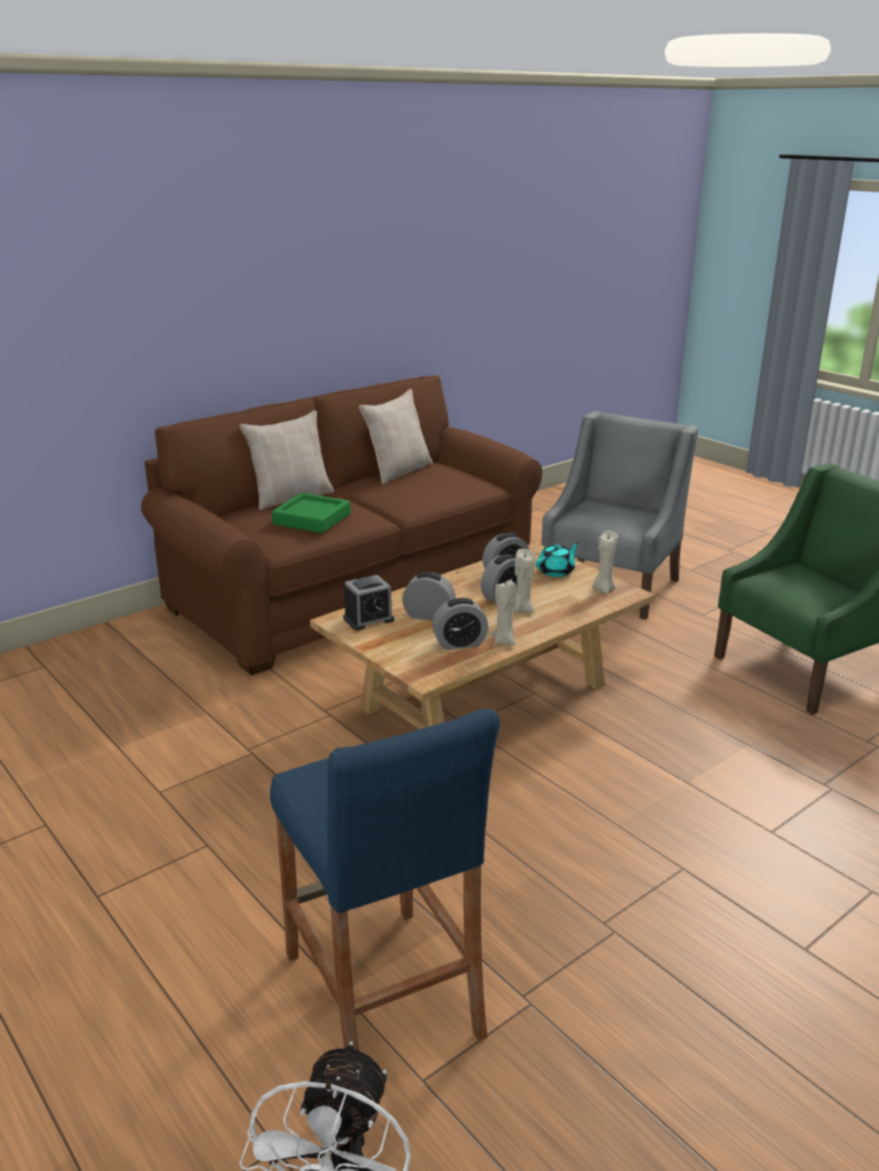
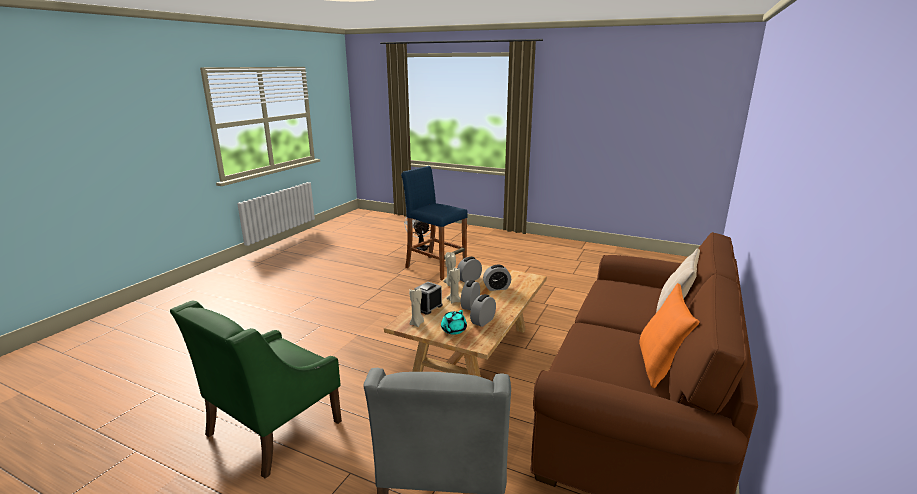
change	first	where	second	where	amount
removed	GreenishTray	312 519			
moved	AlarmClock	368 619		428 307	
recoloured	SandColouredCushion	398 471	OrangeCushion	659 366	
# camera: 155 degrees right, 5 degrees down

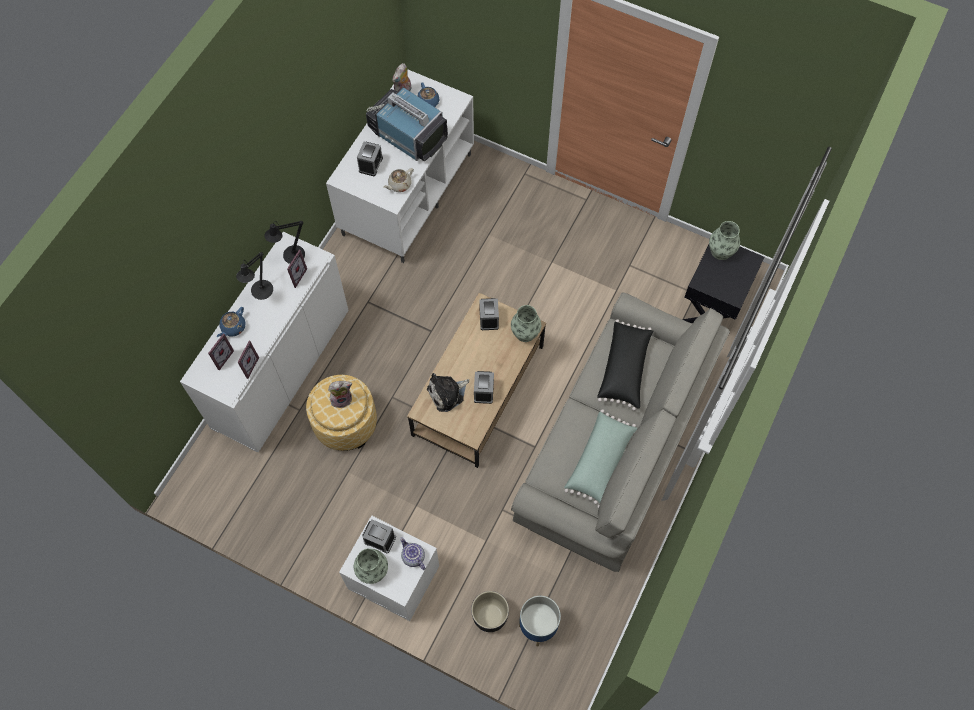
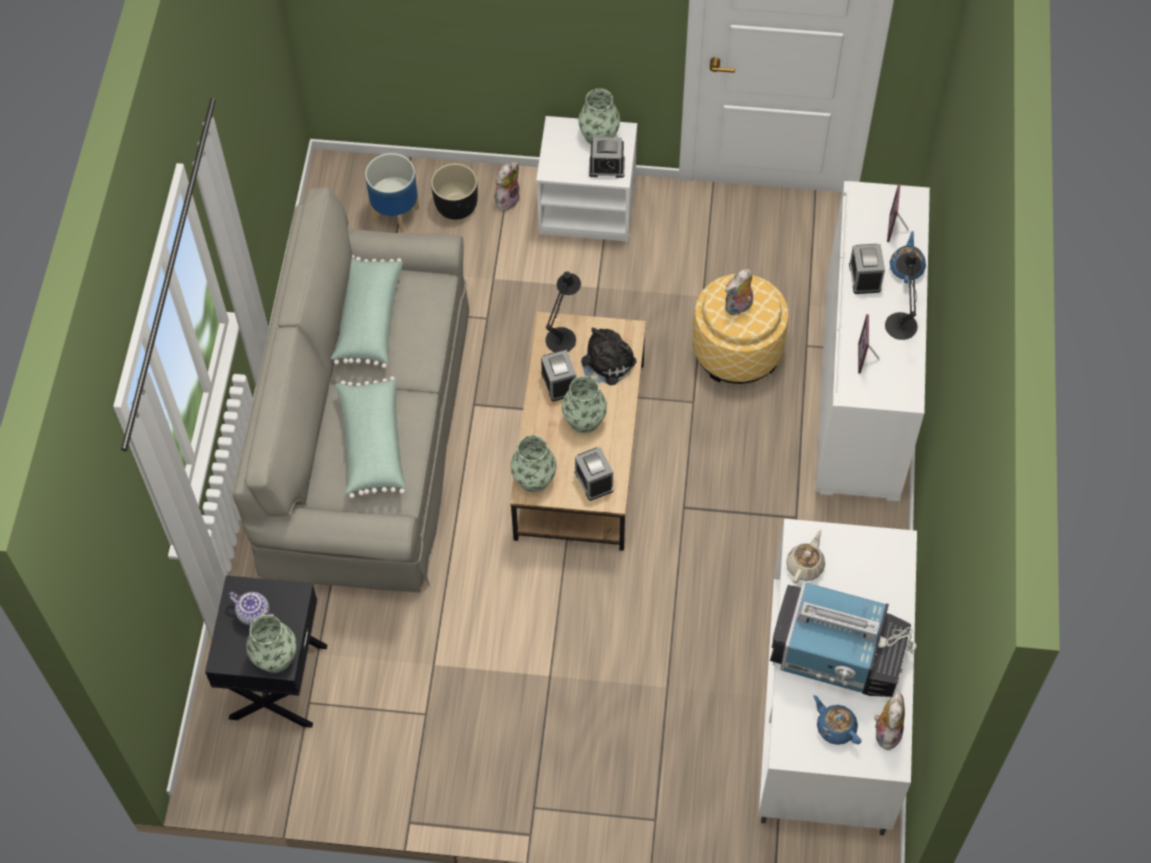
change	first	where	second	where	amount
removed	PictureFrame	247 365			
moved	BlackishTableLamp	291 256		563 336	
moved	AlarmClock	370 164		864 277	
moved	TeaPot	412 557		255 614	
recoloured	BlackishCushion	625 369	GreenishCushion	371 444	
added			CuddlyToy	507 199	
added			FlowerVase	584 420	
# camera: 160 degrees right, 5 degrees down

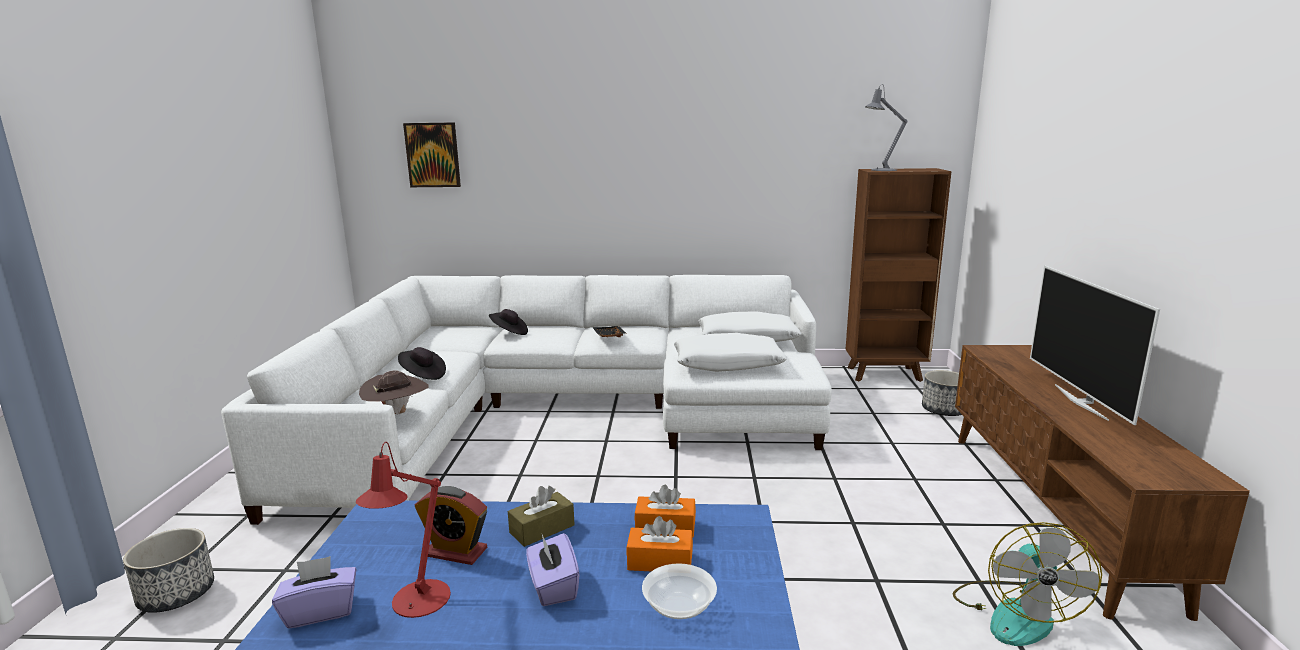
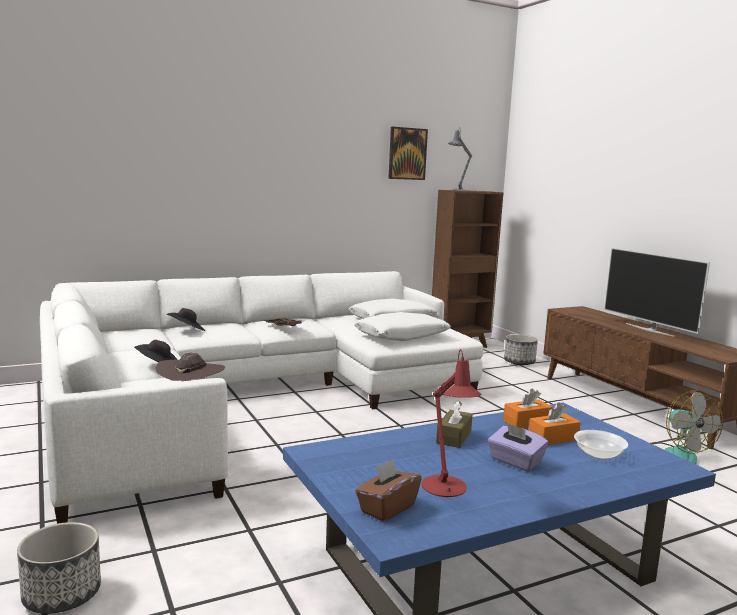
change	first	where	second	where	amount
recoloured	PurpleColouredTissueHolder	321 611	BrownTissueHolder	387 508	
moved	WallArt	433 155		407 153	
removed	AlarmClock	455 552			
# camera: 30 degrees left, 5 degrees down

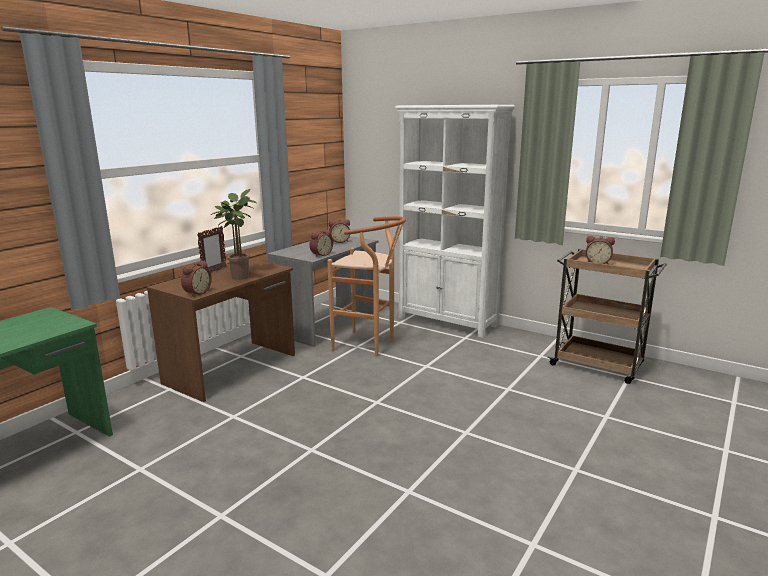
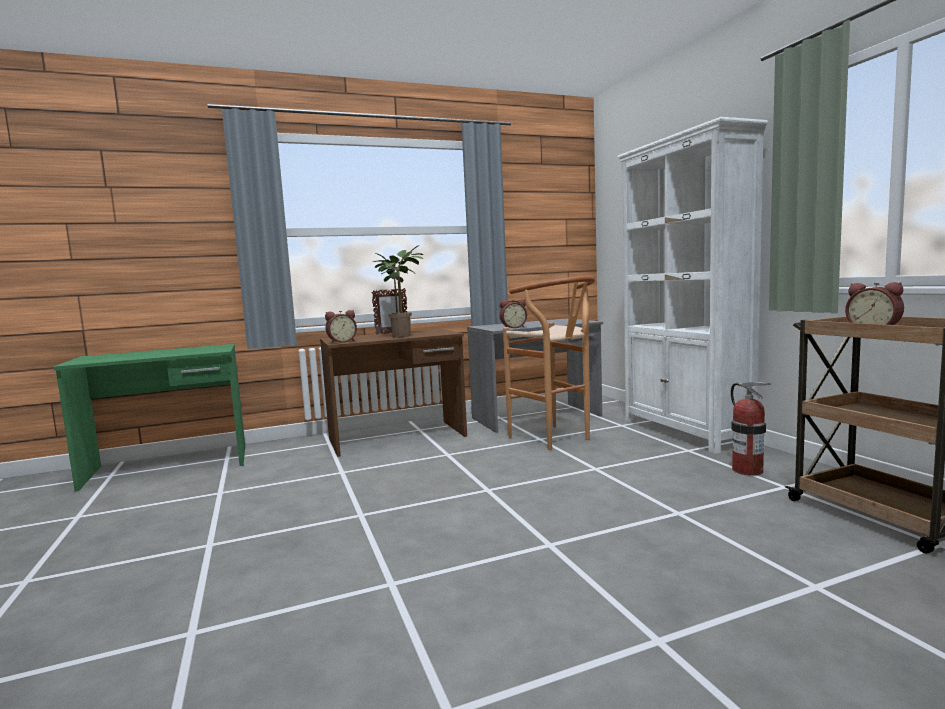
change	first	where	second	where	amount
removed	AlarmClock	339 241			
added			Extinguisher	747 470	
# camera: 35 degrees right, 10 degrees down

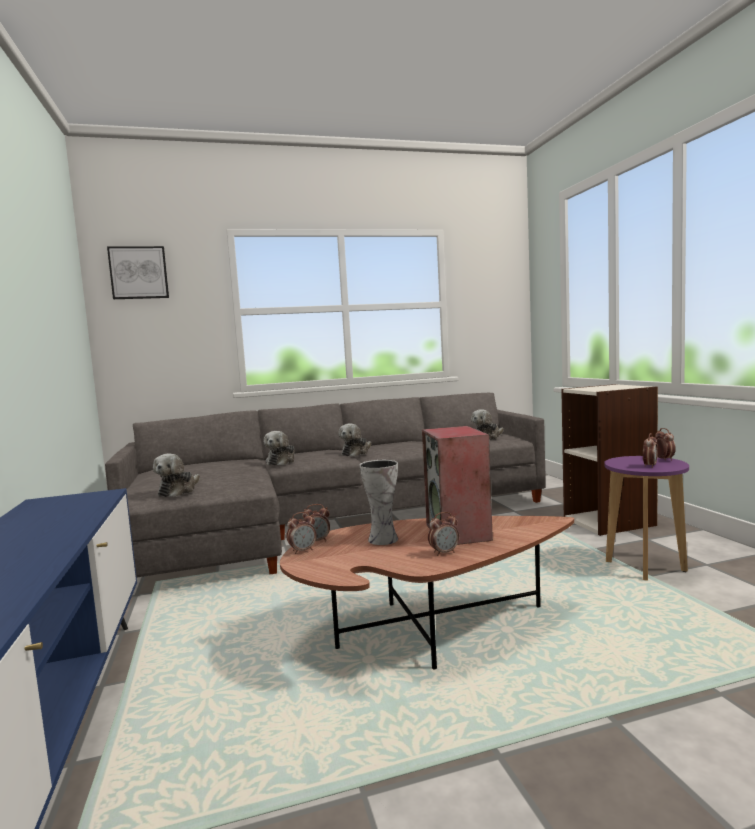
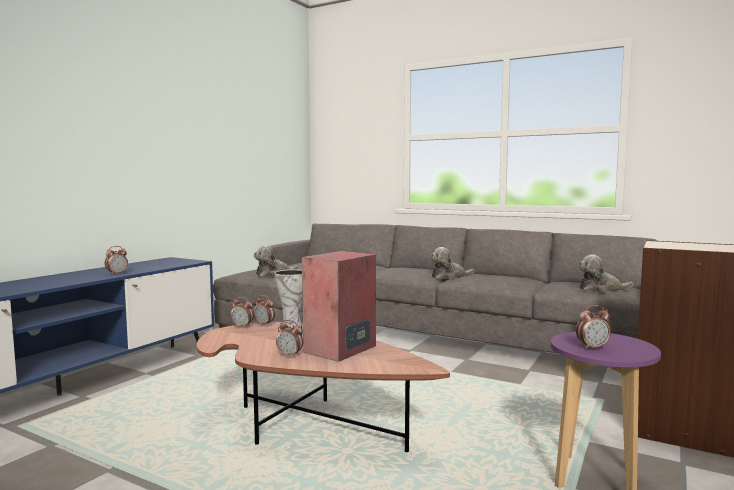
change	first	where	second	where	amount
removed	WallArt	139 273			
removed	CuddlyToy	281 461			
moved	AlarmClock	664 459		117 274	
# camera: 45 degrees right, 0 degrees up

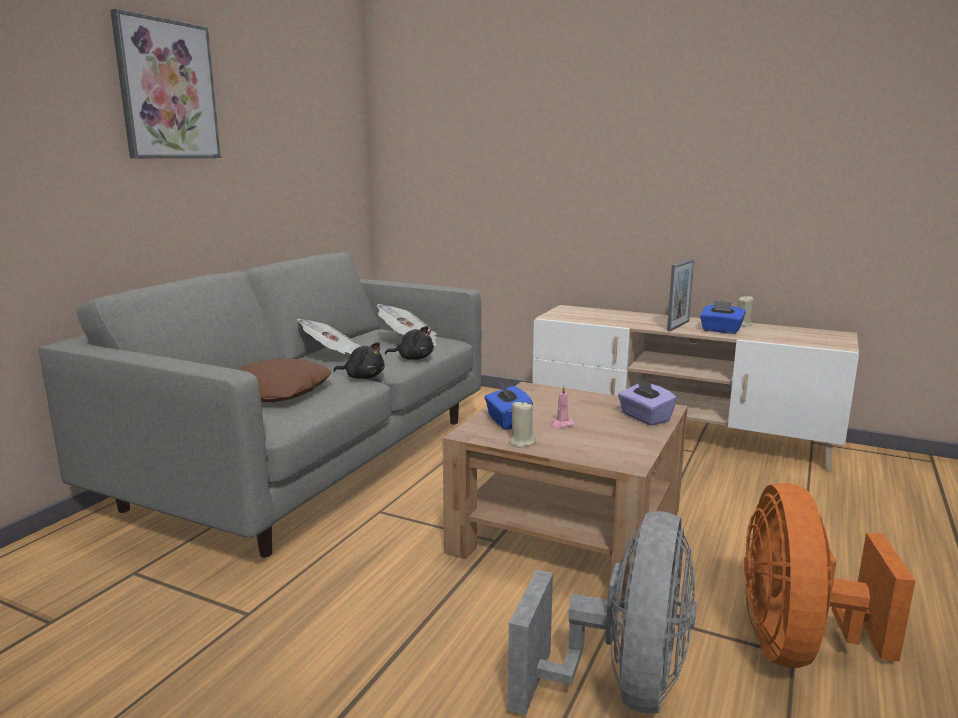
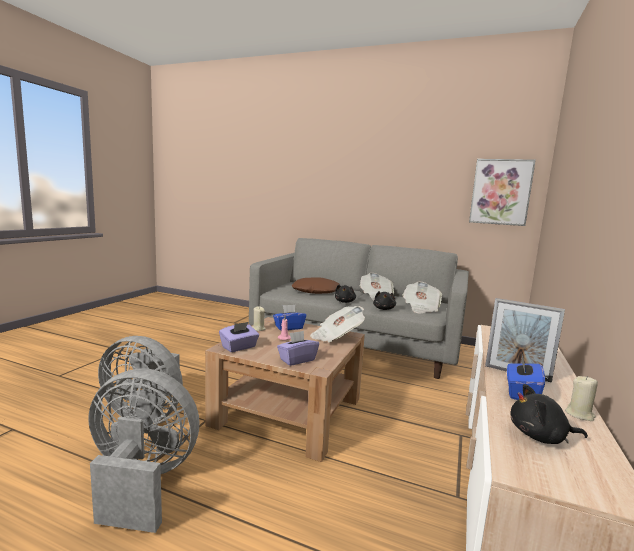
change	first	where	second	where	amount
moved	WallArt	167 90		500 192	
recoloured	OrangeElectricFan	797 645	GrayElectricFan	142 481	
added			PurpleColouredTissueHolder	239 347	
added			Newspaper	336 337	
added			BlackishCuddlyToy	540 437	
# camera: 85 degrees right, 5 degrees down

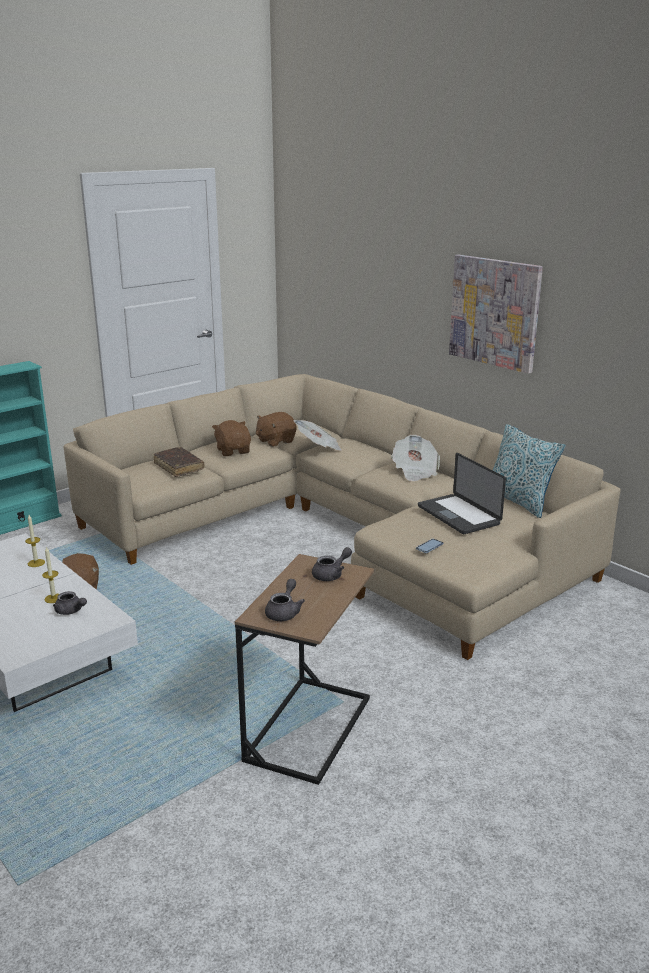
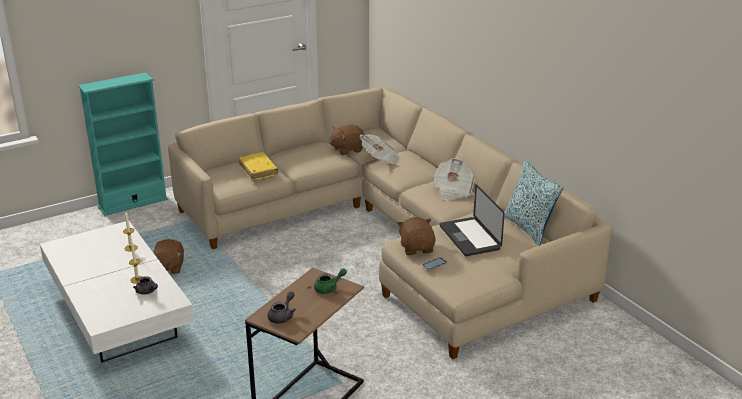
change	first	where	second	where	amount
recoloured	BrownBook	179 467	YellowishBook	258 170	
moved	BrownCuddlyToy	233 451		417 248	
recoloured	GrayTeaPot	331 575	GreenishTeaPot	329 288	
removed	WallArt	495 312			
# camera: 10 degrees right, 5 degrees up

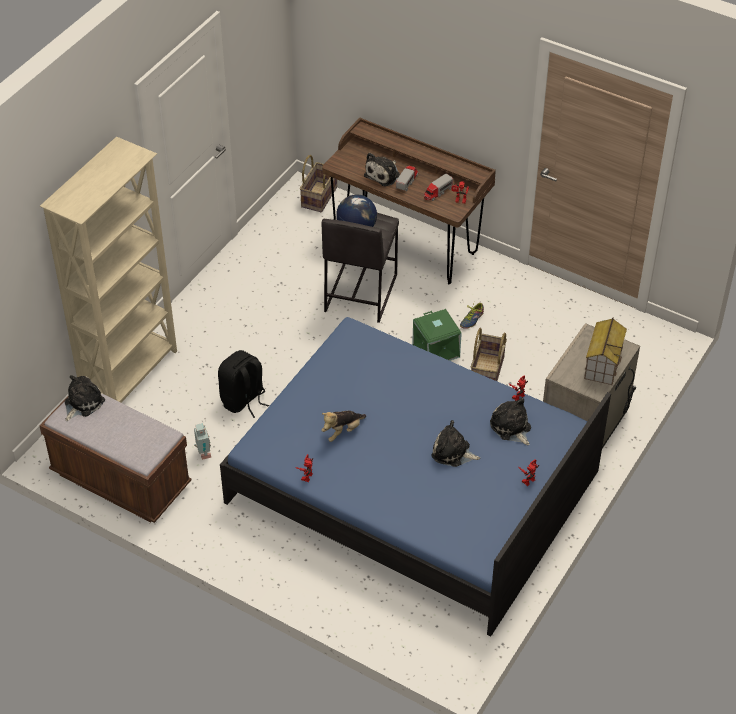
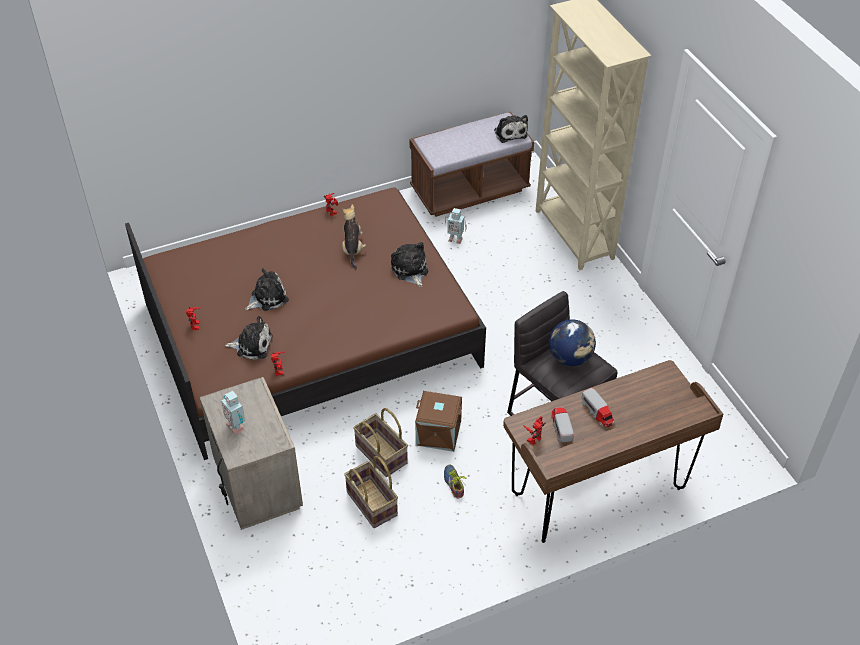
change	first	where	second	where	amount
removed	BlackishKnapsack	243 400			
recoloured	BlueColouredBed	413 487	BrownBed	310 335	
moved	Basket	318 196		373 503	
moved	CuddlyToy	383 174		410 270	
recoloured	GreenishStorageBox	437 350	BrownStorageBox	438 433	
replaced	ModelHouse	602 364	RobotFigure	236 426	
# camera: 125 degrees right, 0 degrees up

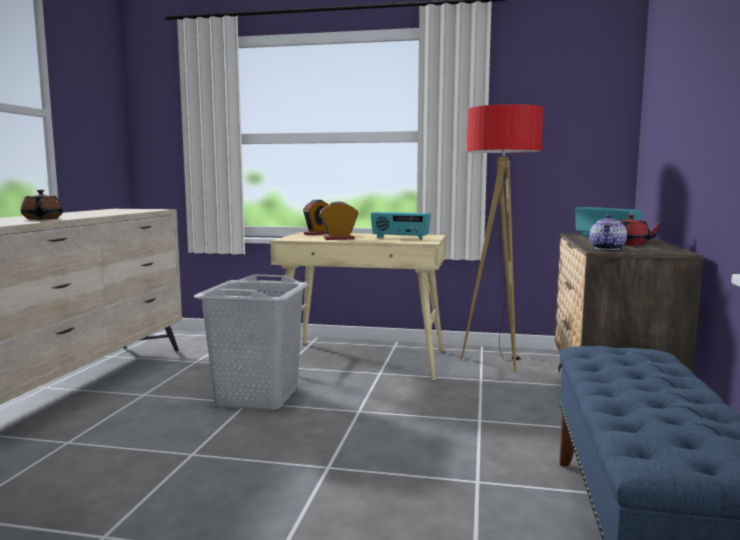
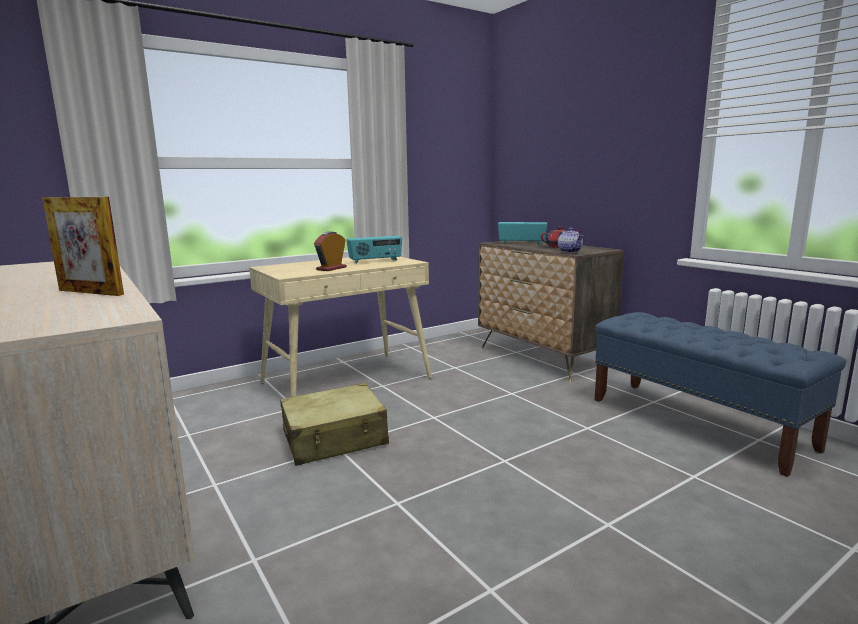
change	first	where	second	where	amount
replaced	BrownTeaPot	42 219	PictureFrame	90 292	
replaced	GrayHamper	258 397	SandColouredTravelCase	335 439	
removed	AlarmClock	317 234			
removed	FloorLamp	496 361			
# camera: 45 degrees left, 5 degrees up

